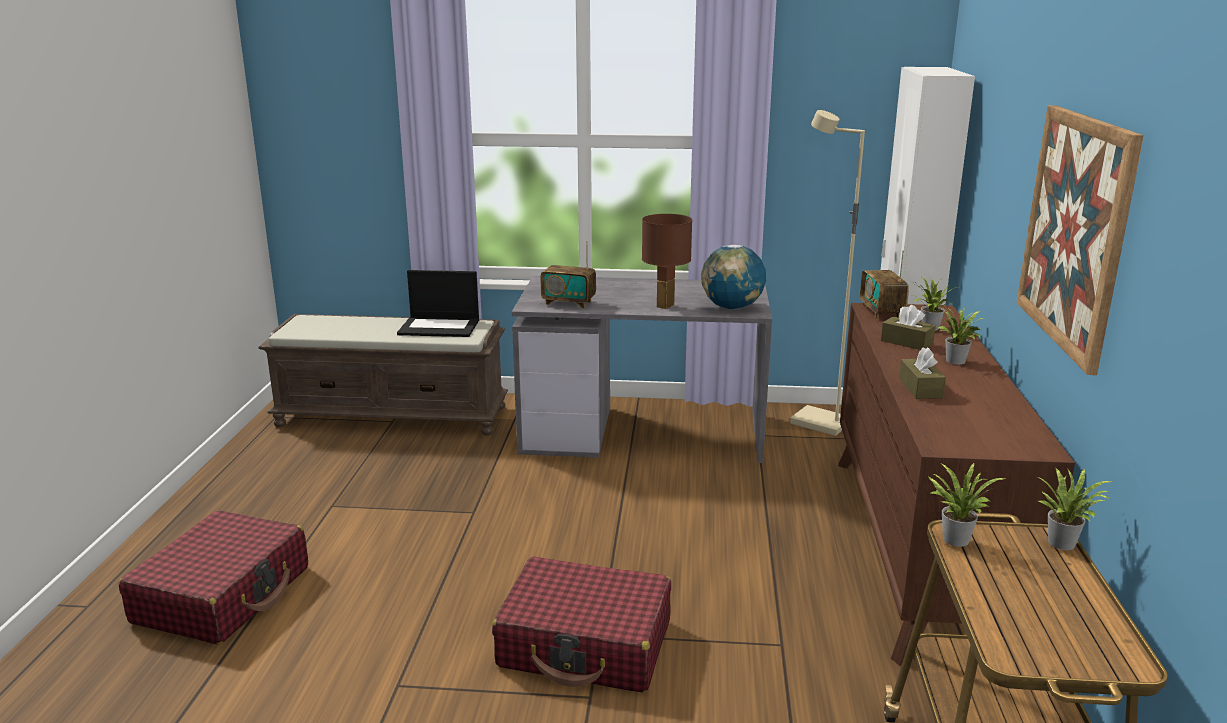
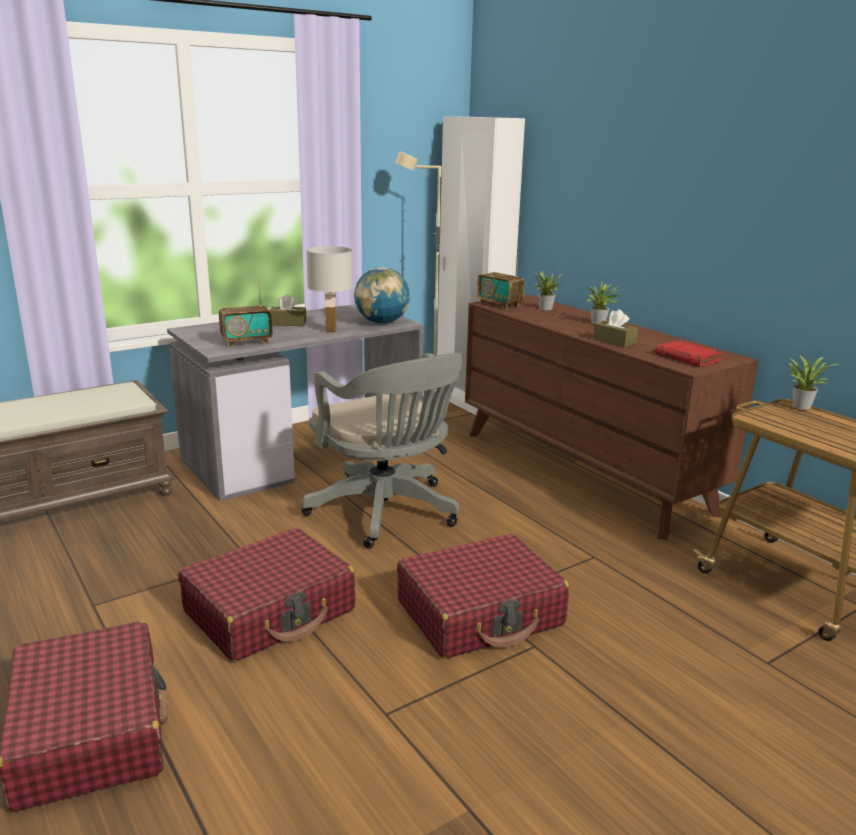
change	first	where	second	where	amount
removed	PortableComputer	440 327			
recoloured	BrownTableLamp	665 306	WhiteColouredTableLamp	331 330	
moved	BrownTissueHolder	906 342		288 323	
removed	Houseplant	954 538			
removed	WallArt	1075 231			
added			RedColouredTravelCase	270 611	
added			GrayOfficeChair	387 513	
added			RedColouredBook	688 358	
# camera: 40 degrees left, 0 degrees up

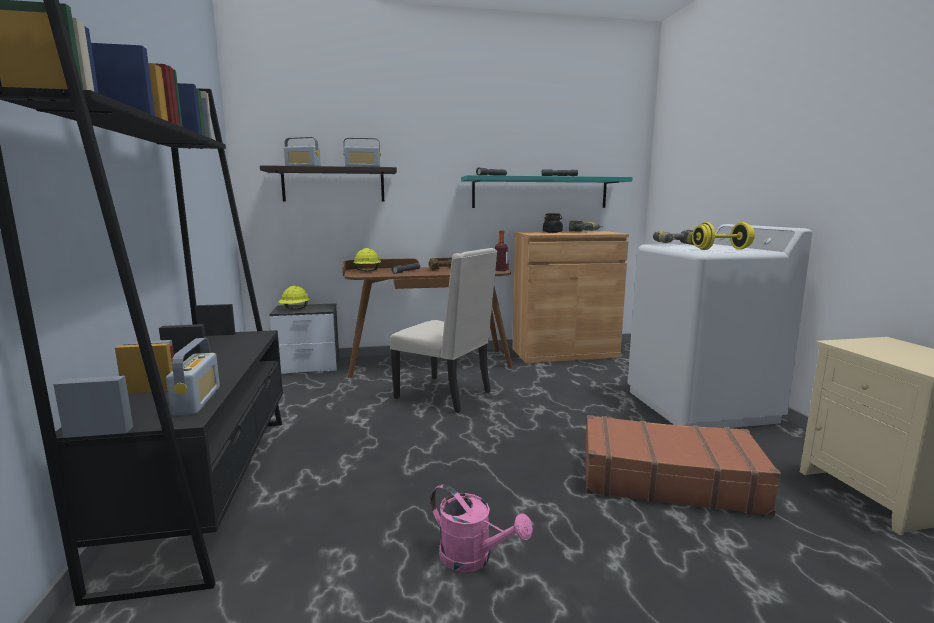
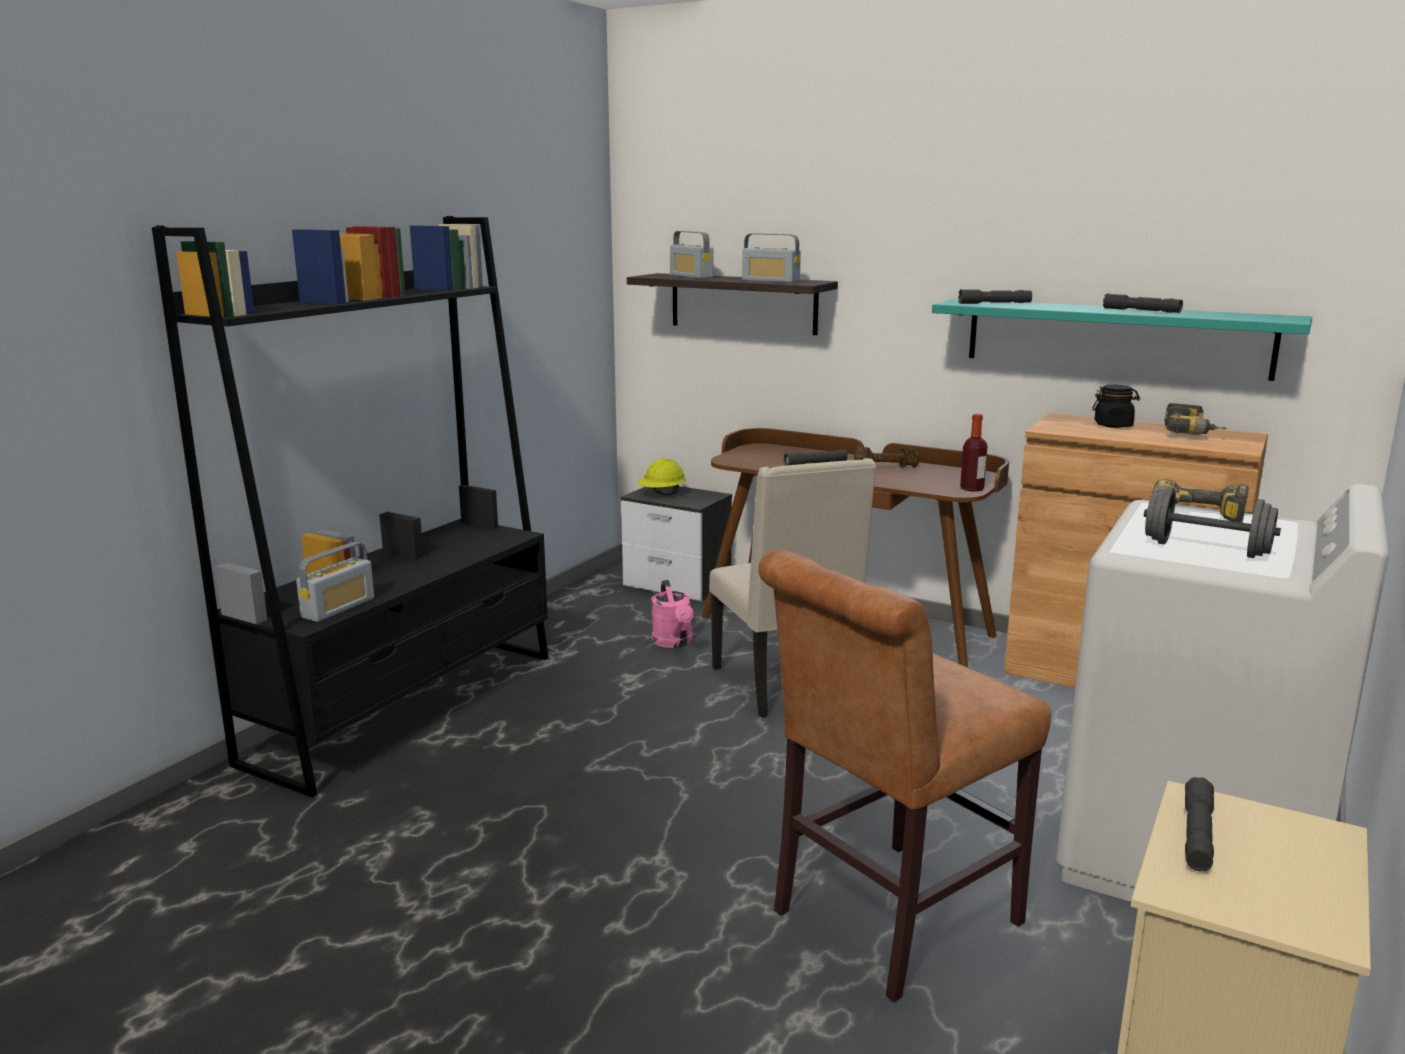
change	first	where	second	where	amount
removed	YellowishSafetyHelmet	367 270			
moved	PinkSprinklingCan	473 558		674 643	
replaced	BrownTravelCase	667 479	BrownChair	886 922	
recoloured	YellowishHandWeight	721 249	GrayHandWeight	1206 549	
added			GrayHandTorch	1197 835	
# camera: 40 degrees right, 5 degrees up

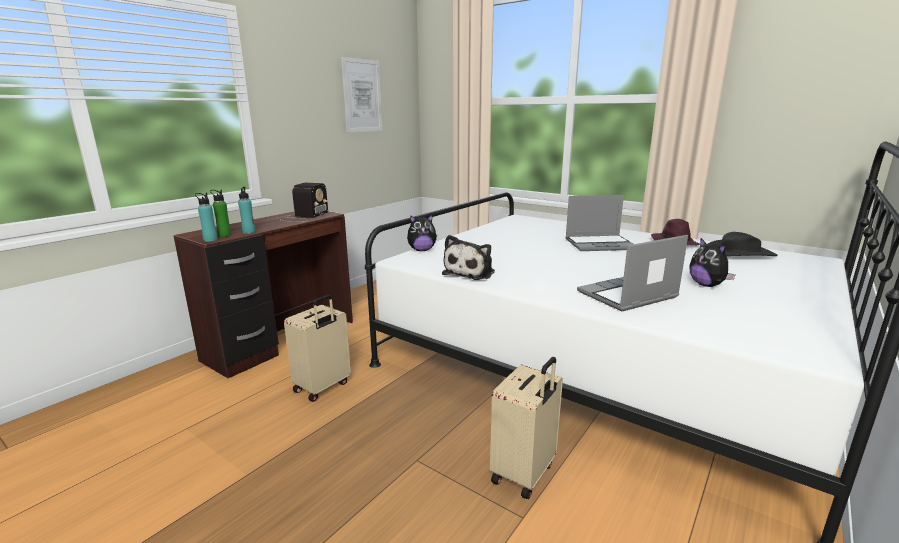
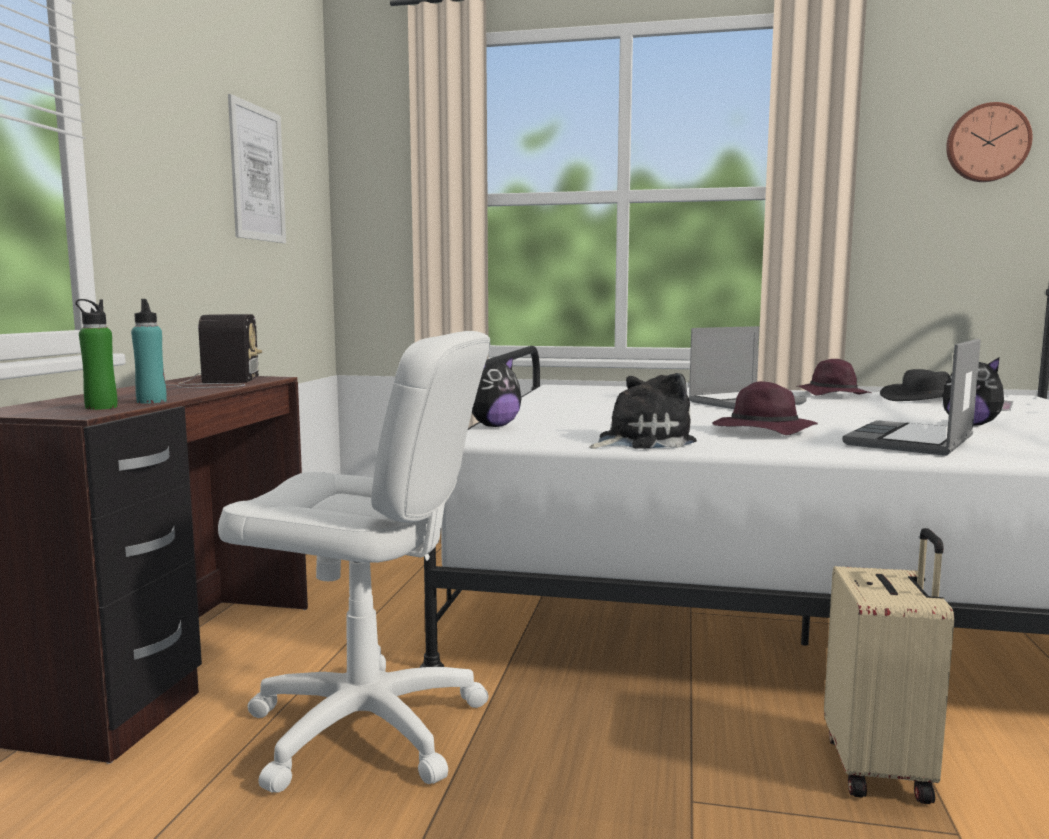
change	first	where	second	where	amount
removed	TurquoiseColouredBottle	210 240			
replaced	SandColouredTravelCase	323 387	WhiteColouredOfficeChair	366 727	
turned	CuddlyToy	470 272		640 441	120 degrees counterclockwise
added			PurpleColouredWearableHat	762 431	
added			HangingClock	987 143	
# camera: 25 degrees left, 10 degrees down

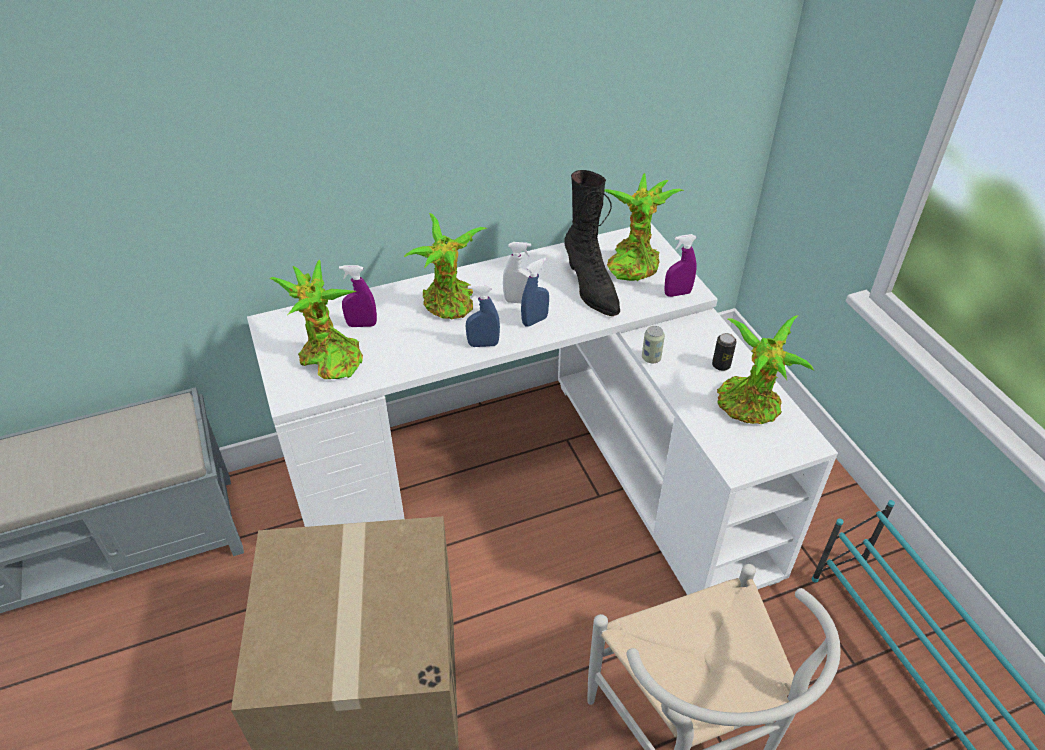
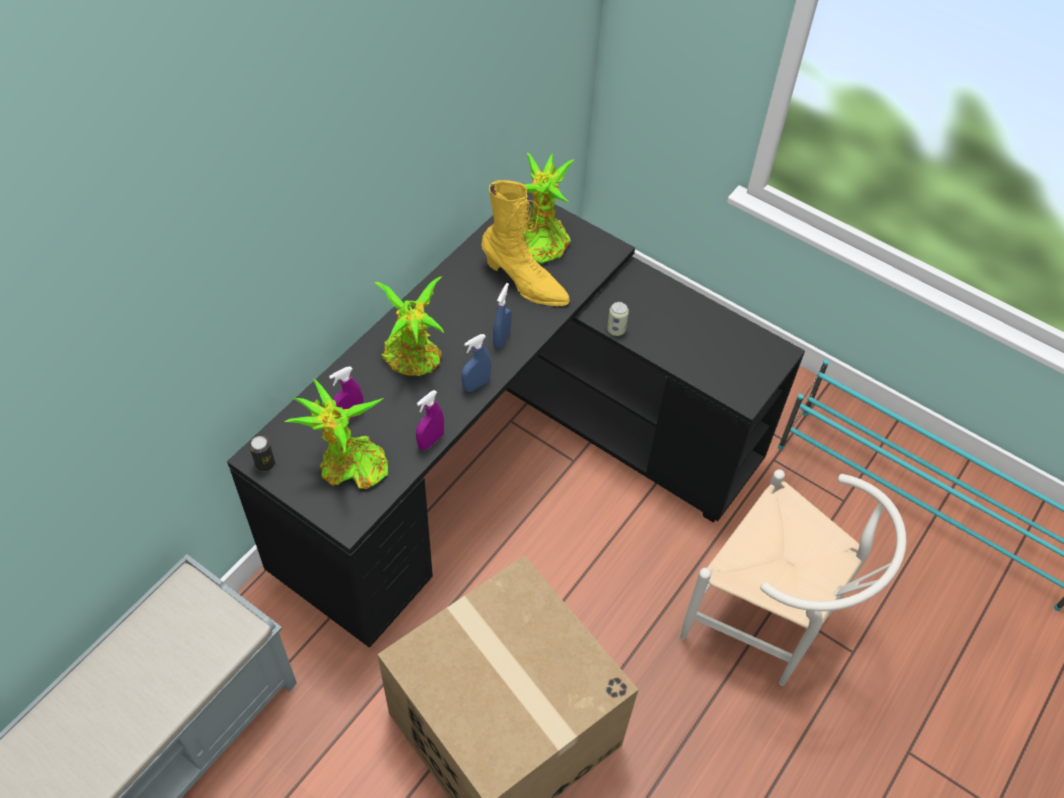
change	first	where	second	where	amount
recoloured	WhiteColouredDeskTable	542 470	BlackishDeskTable	510 462	
removed	WhiteColouredSprayer	518 301			
recoloured	BlackishHighTopBoot	590 288	YellowishHighTopBoot	524 283	
moved	PurpleColouredSprayer	677 293		430 441	
moved	SealedCan	721 365		265 464	
removed	Houseplant	750 407			
# camera: 35 degrees left, 10 degrees up

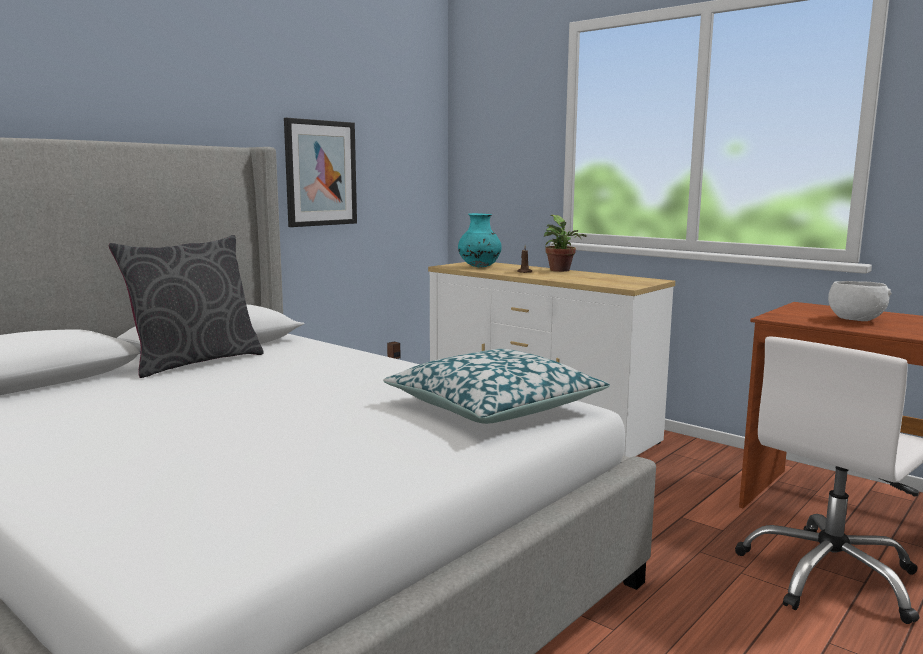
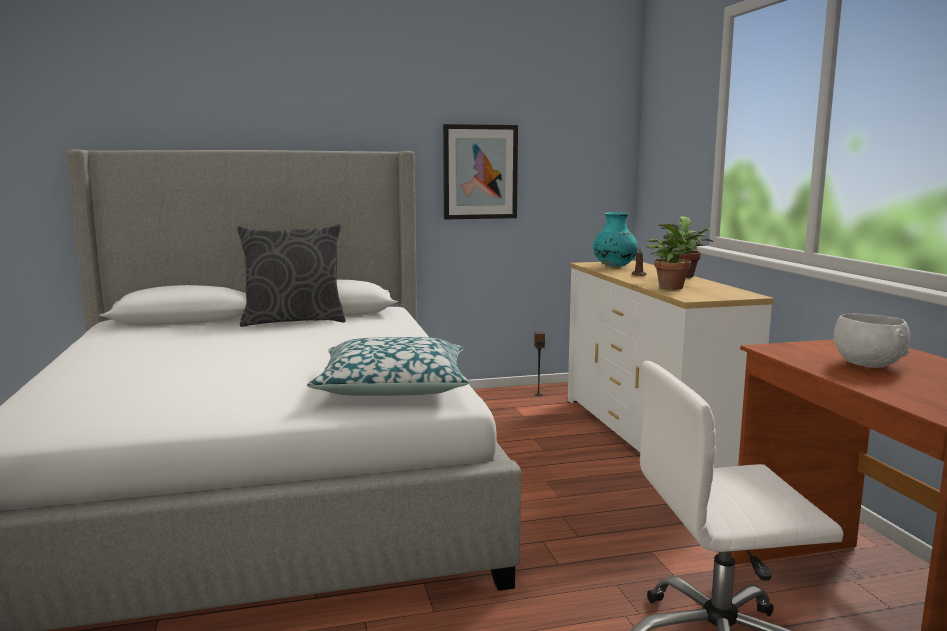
change	first	where	second	where	amount
added			Houseplant	674 287	
# camera: 35 degrees right, 0 degrees up

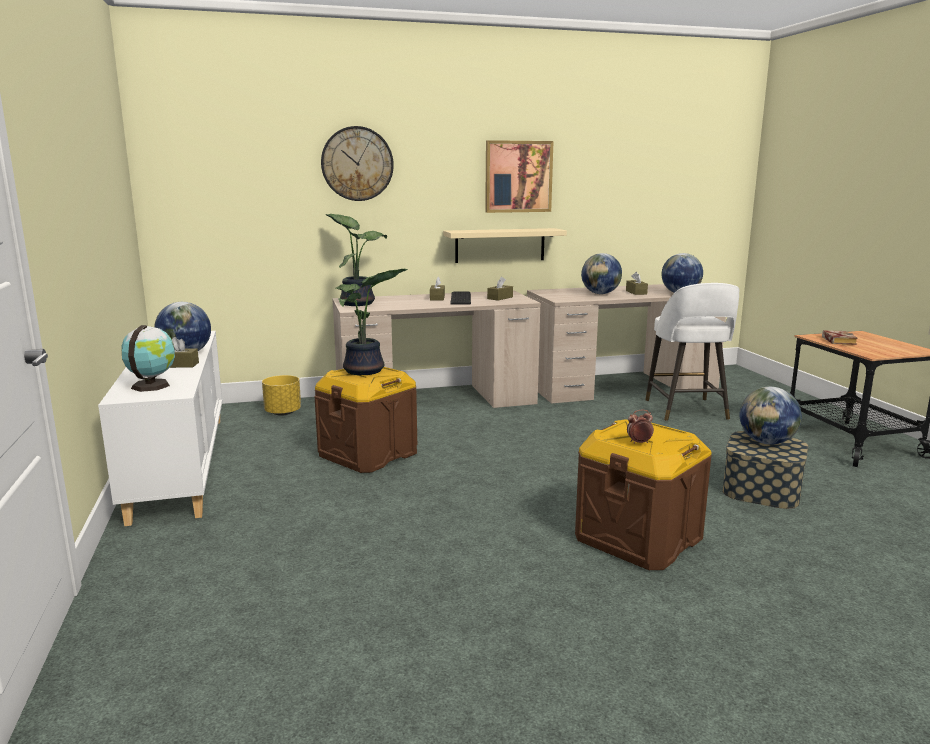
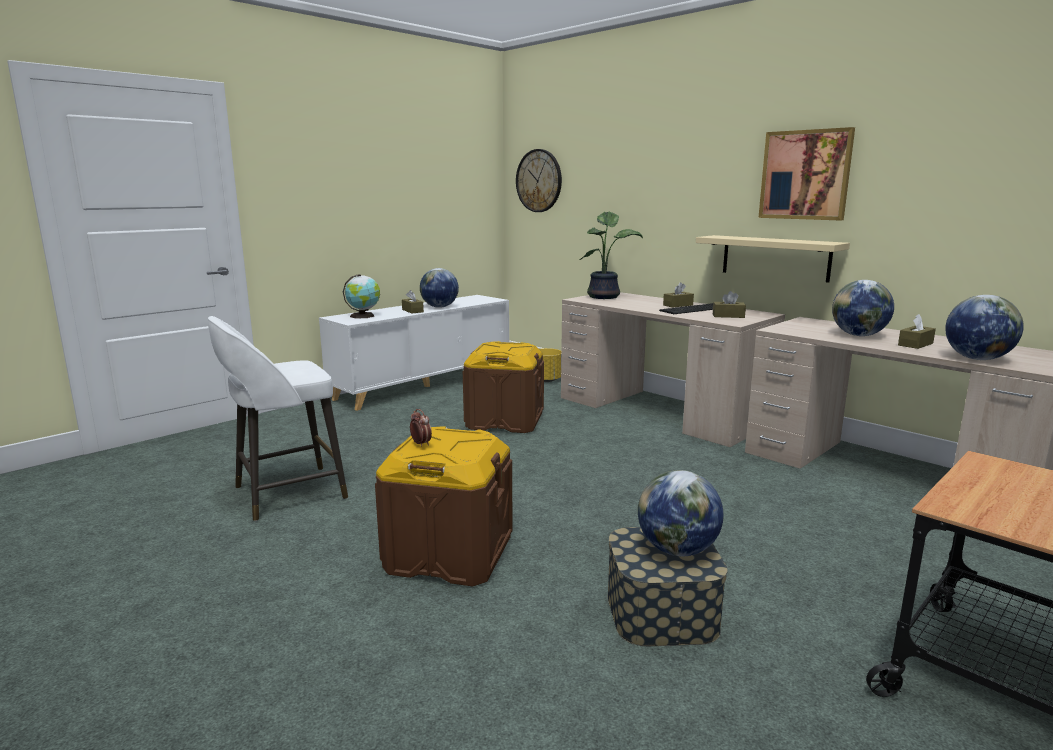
change	first	where	second	where	amount
moved	HangingClock	357 164		539 181	
removed	Houseplant	365 371			
moved	WhiteColouredStoolSeat	686 410		286 493	
removed	Book	837 341			
# camera: 60 degrees right, 0 degrees up

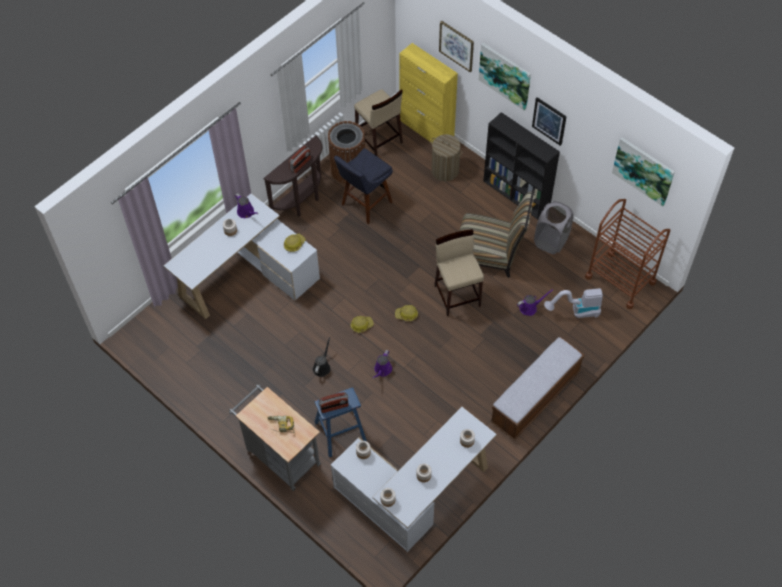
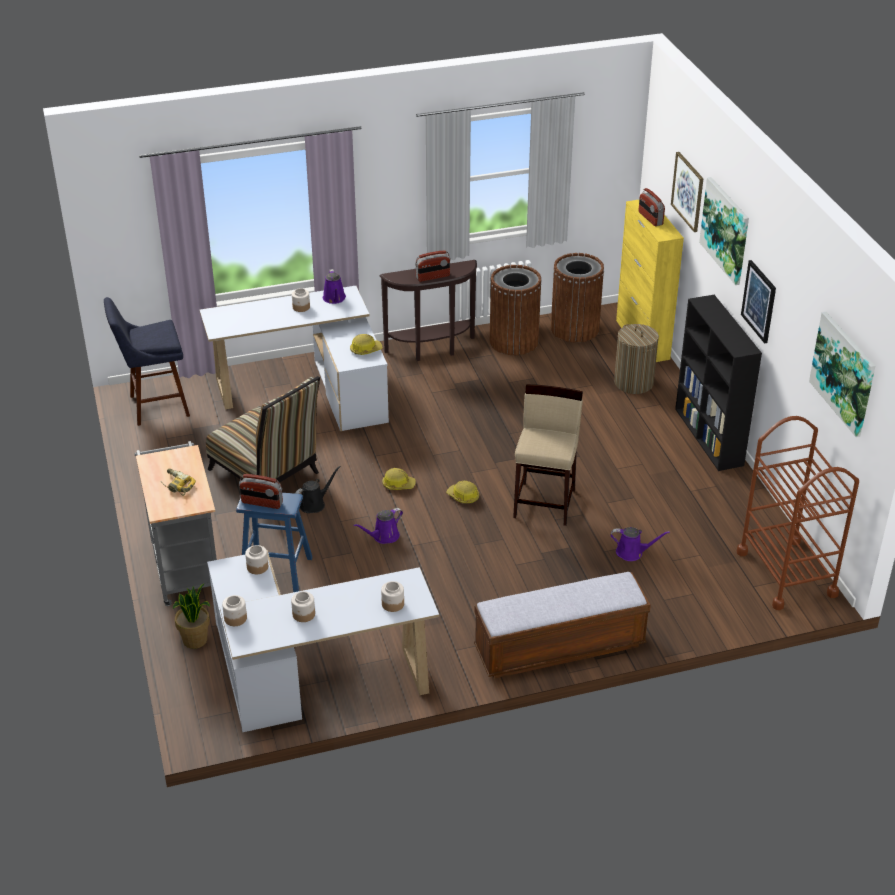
change	first	where	second	where	amount
moved	BlueColouredStoolSeat	364 205		155 407	
replaced	SandColouredStoolSeat	379 140	BrownWasteBin	574 329	
moved	Chair	490 253		268 474	
removed	GrayHamper	551 241			
removed	Hoover	576 312			
added			Houseplant	195 640	
added			Radio	650 218	
# camera: 30 degrees right, 20 degrees down

